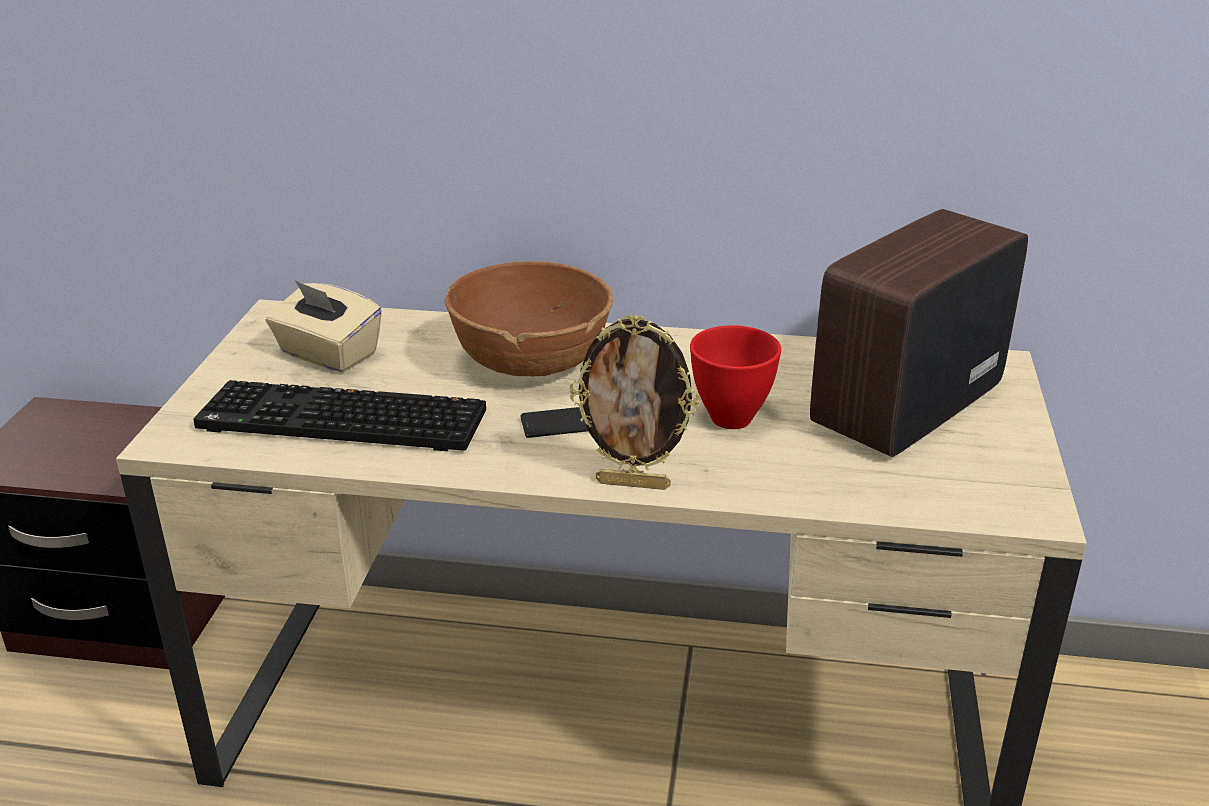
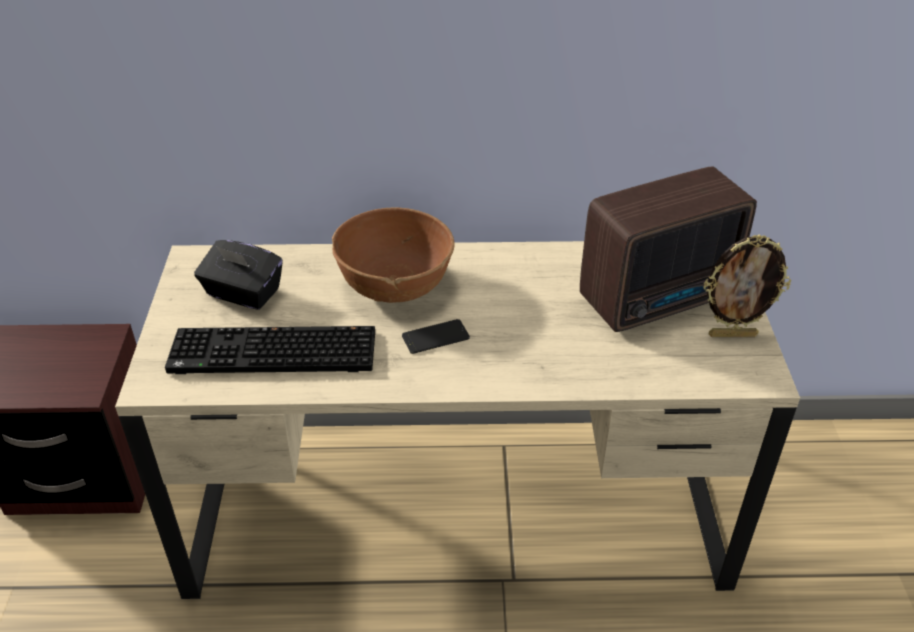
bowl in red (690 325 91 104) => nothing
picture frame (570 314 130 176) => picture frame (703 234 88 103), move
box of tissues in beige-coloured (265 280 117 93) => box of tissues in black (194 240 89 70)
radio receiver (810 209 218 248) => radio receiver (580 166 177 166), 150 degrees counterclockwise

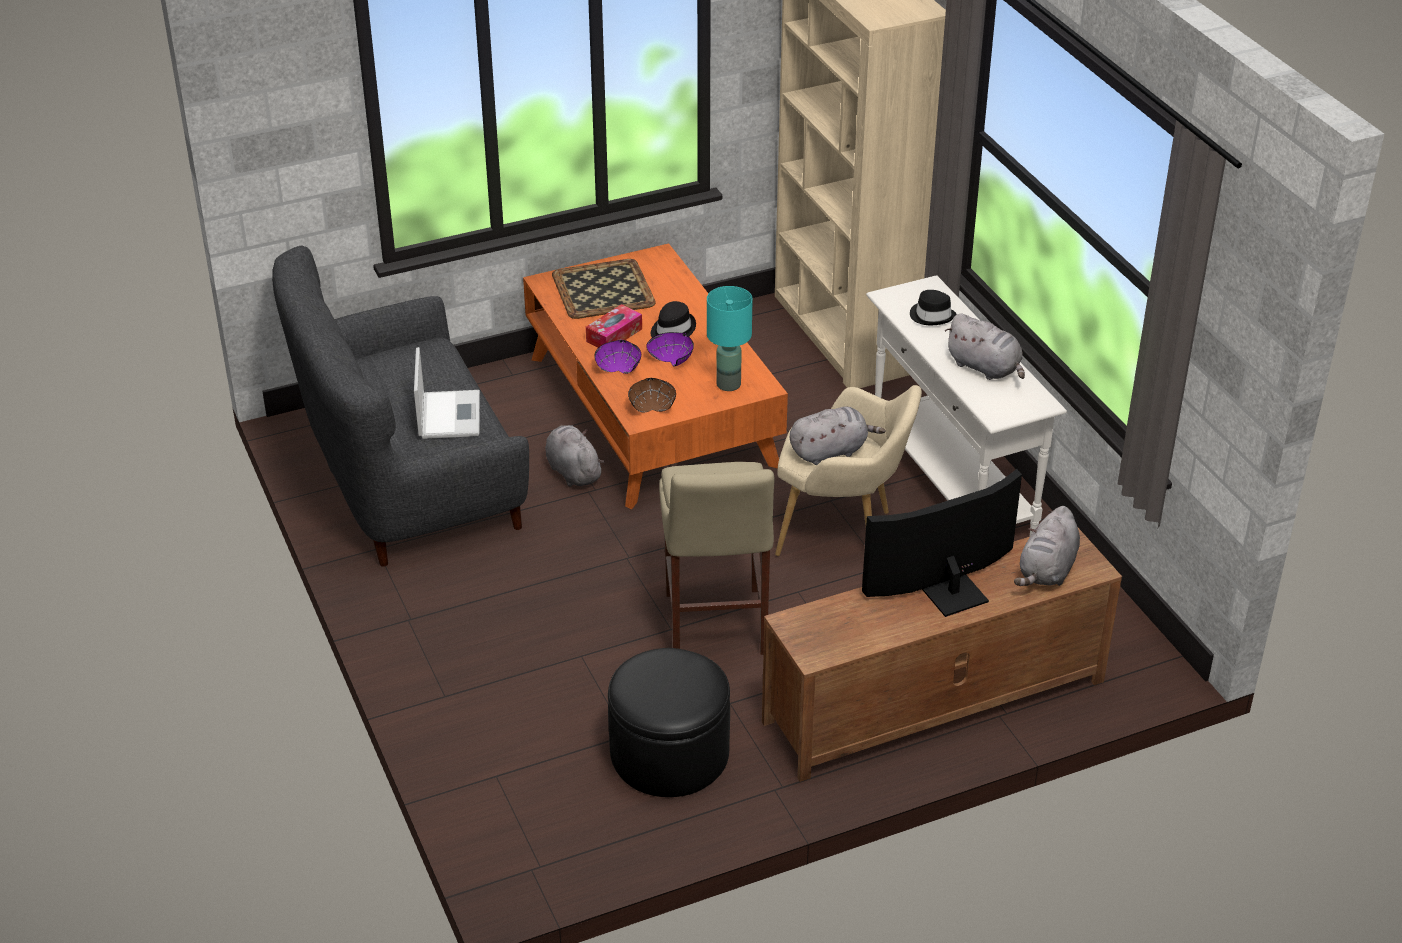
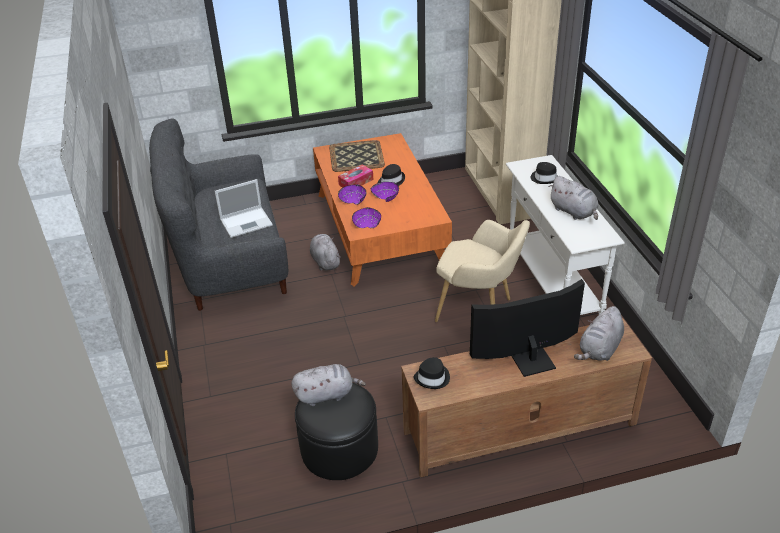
stool seat in beige-coloured (659 462 116 193) => nothing
tabletop lamp in turquoise (707 286 45 105) => nothing
nothing => clothing hat in black (414 357 36 32)
plush toy in gray (790 407 96 58) => plush toy in gray (291 364 75 42), move
bowl in brown-coloured (628 378 48 34) => bowl in purple (352 207 29 21)
portable computer (414 347 66 92) => portable computer (215 179 58 59), 60 degrees clockwise

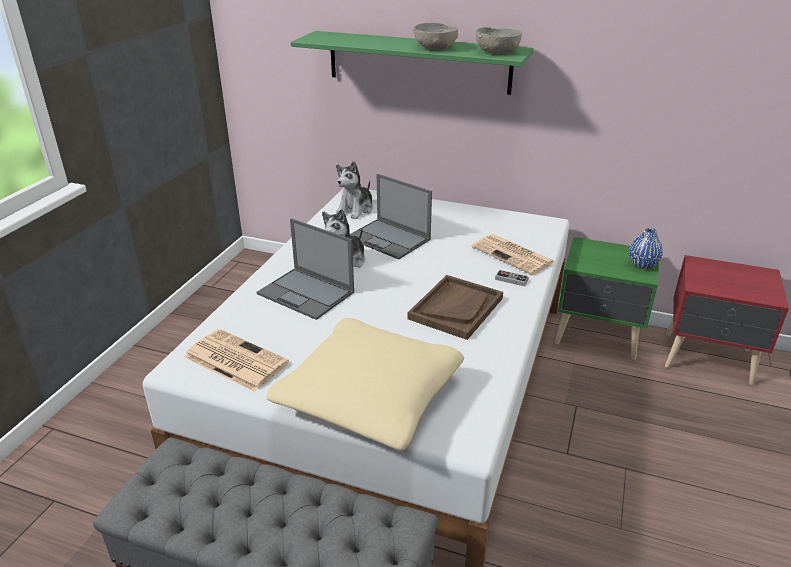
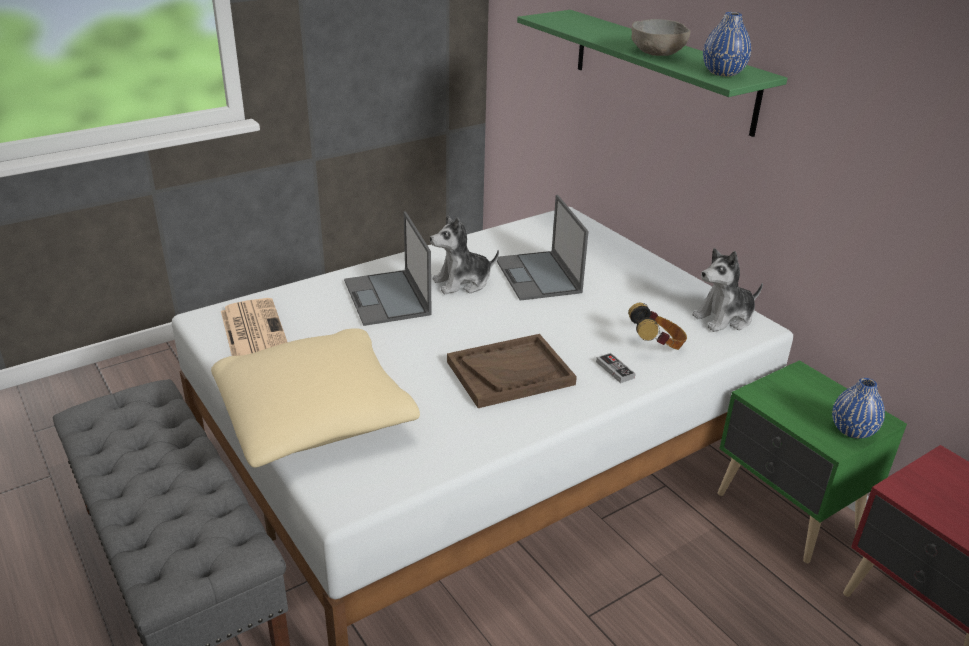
plush toy (336 161 37 58) => plush toy (692 248 71 84), move
daily paper (471 234 83 41) => headset (628 303 59 47)
bowl in gray (476 27 46 27) => flower vase in blue-coloured (703 12 48 64)

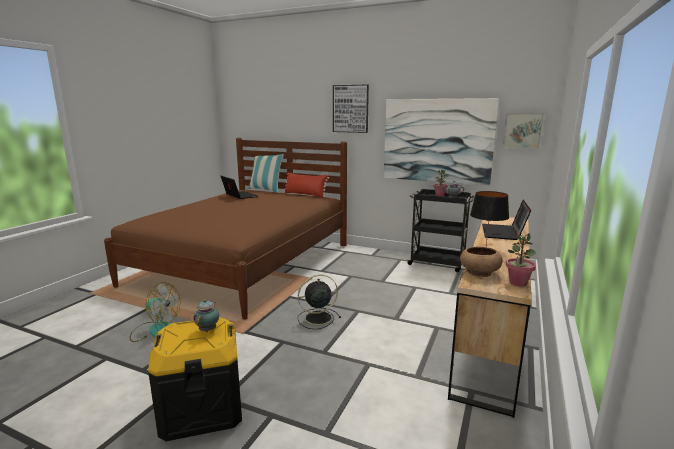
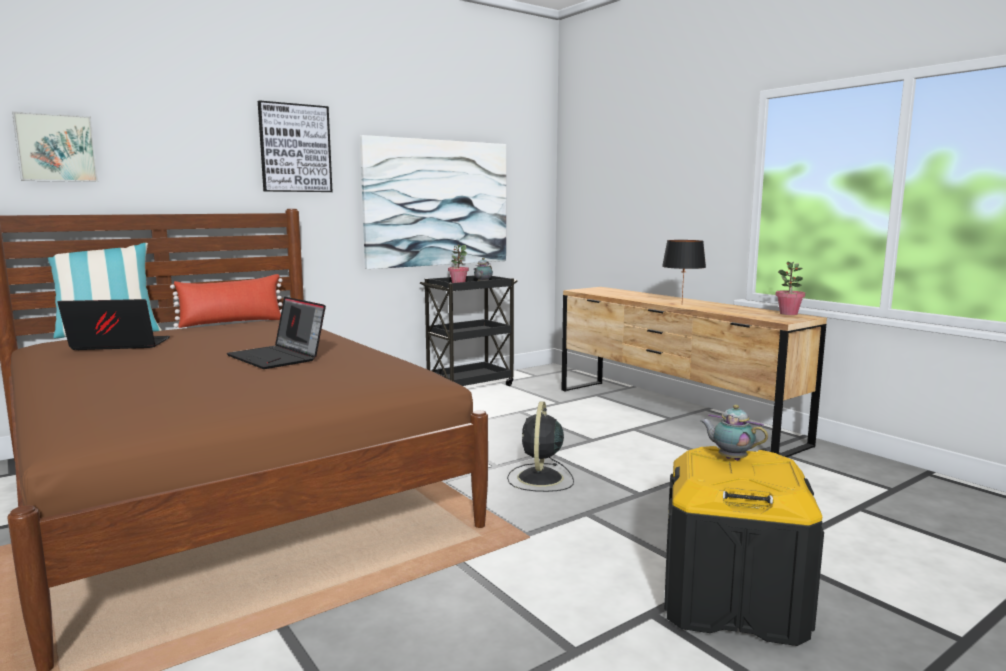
fan (130 282 50 60) => nothing
bowl in brown-coloured (460 247 43 30) => nothing
portable computer (482 200 49 40) => portable computer (227 297 99 72), move
wall art (503 113 41 36) => wall art (12 111 86 71), move

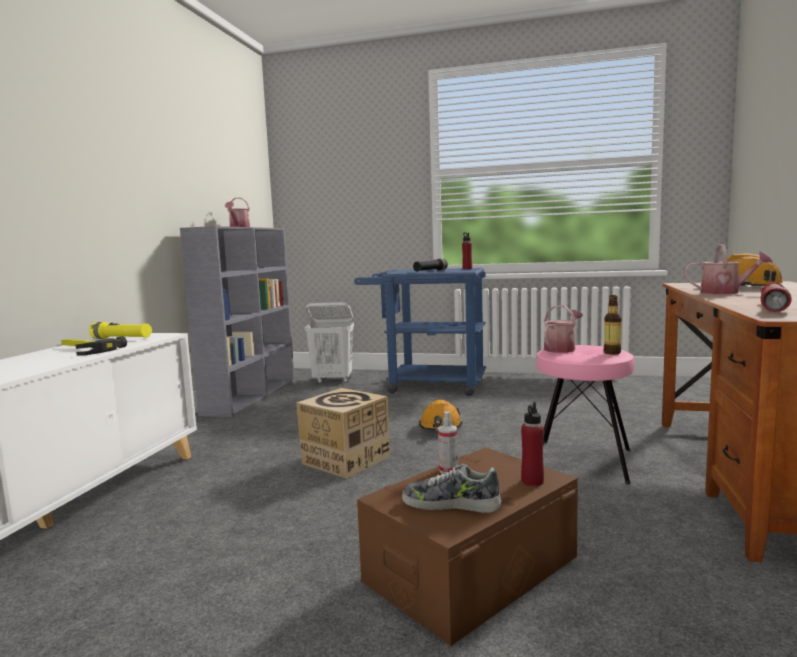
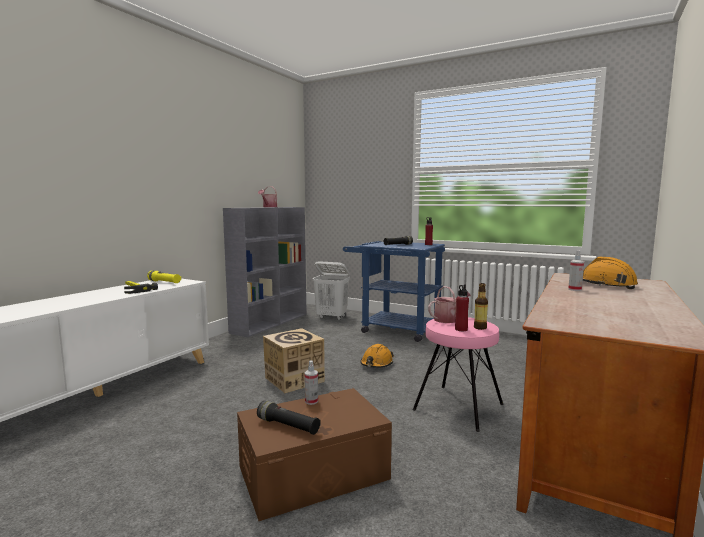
flashlight in red (761 282 31 30) => nothing
drink bottle in red (521 402 23 84) => drink bottle in red (455 284 14 47), move
shoe (402 464 99 49) => flashlight in black (257 401 64 34)
sprinkling can (684 244 89 50) => spray bottle (568 250 16 41)

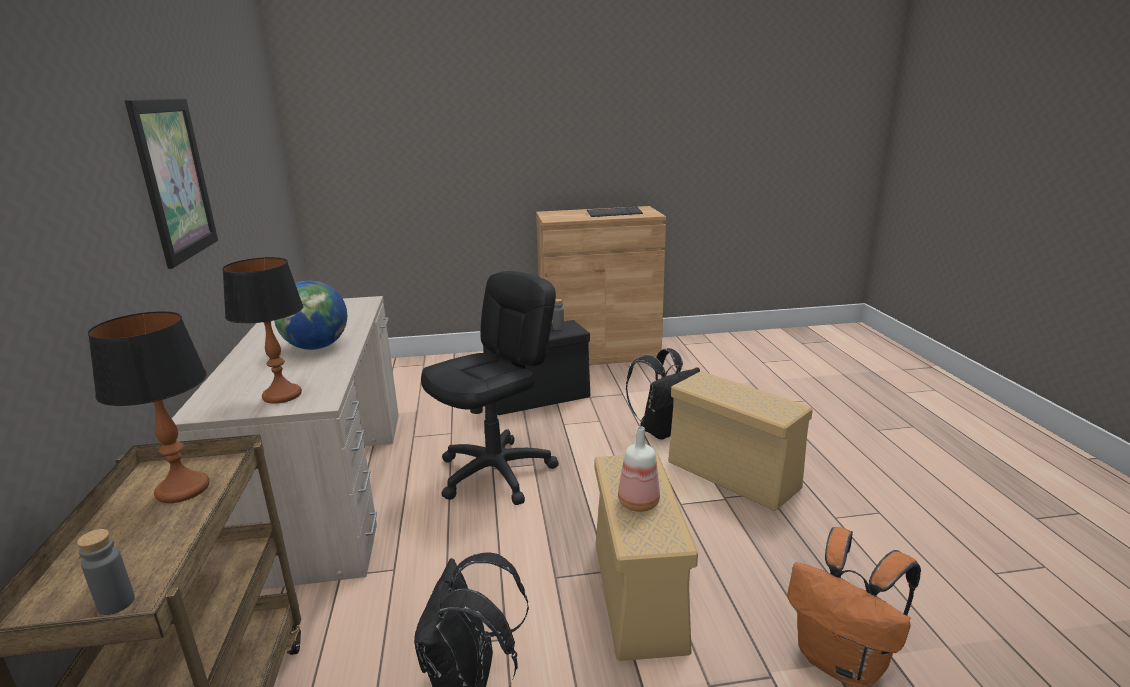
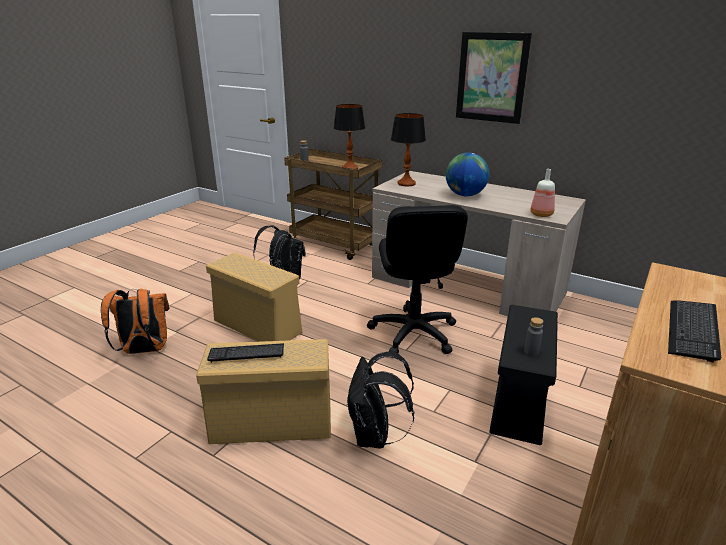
nothing => computer keyboard (207 343 77 20)
drink bottle (618 426 42 86) => drink bottle (530 169 25 48), move

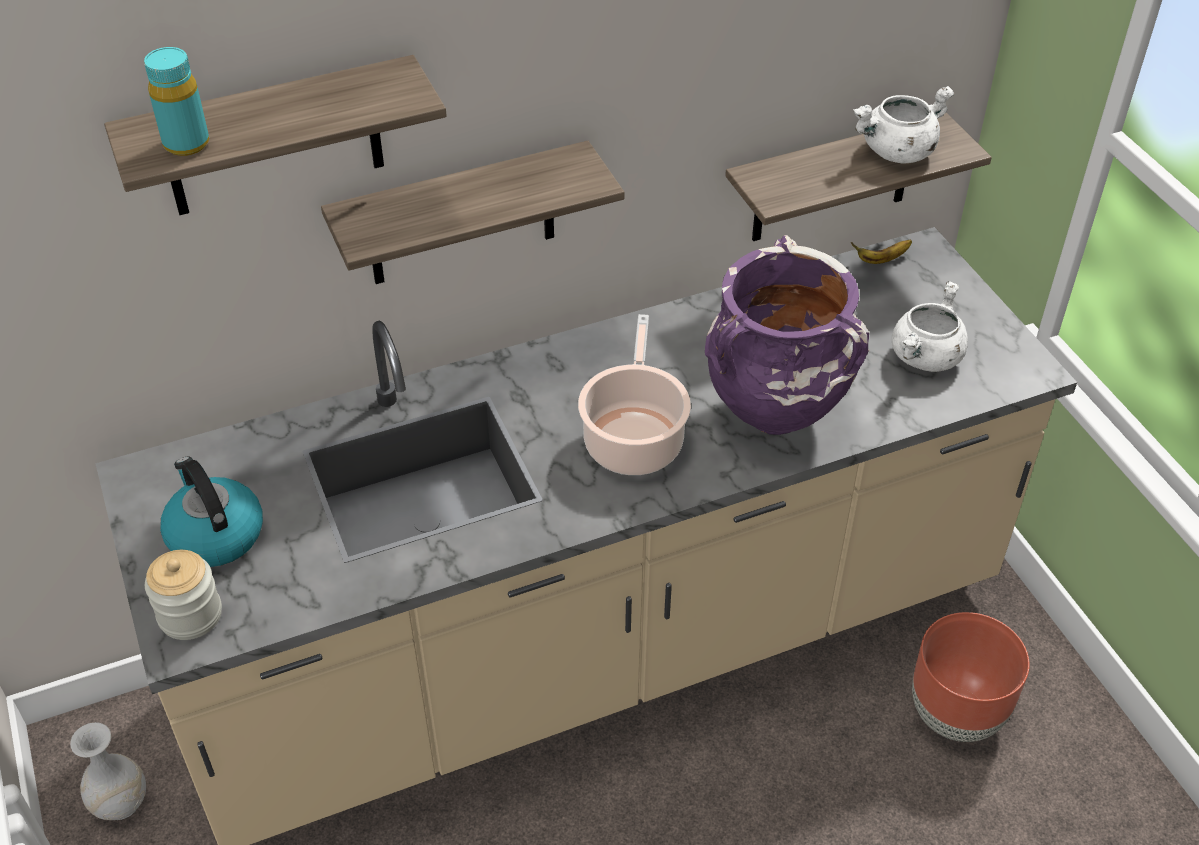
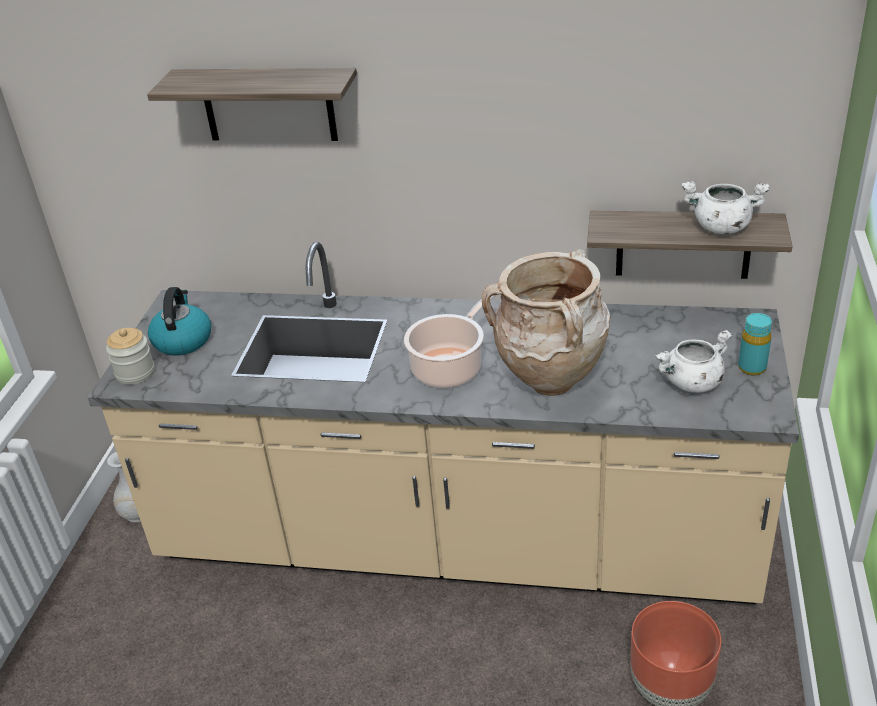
shelf (321 141 304 143) => nothing
whole banana (851 240 61 24) => nothing
drink bottle in turquoise (144 47 65 109) => drink bottle in turquoise (738 313 34 63), move
flower vase in purple (705 235 164 200) => flower vase in beige-coloured (482 249 129 147)

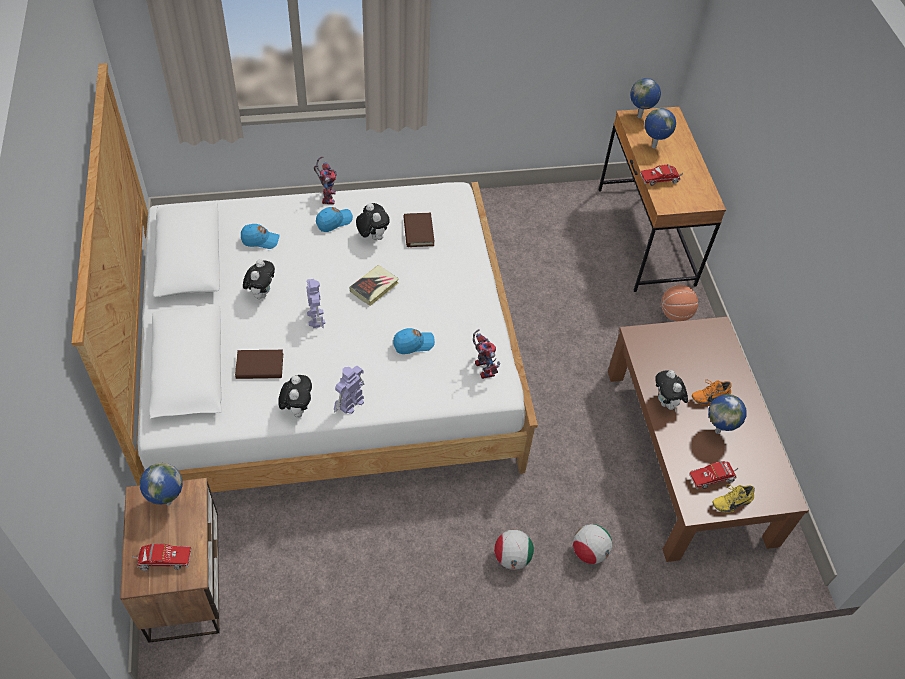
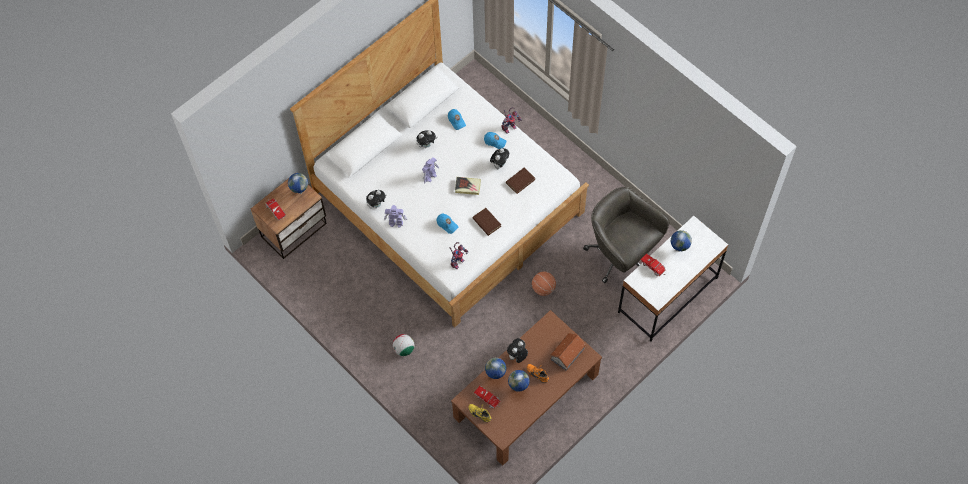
football ball (573 524 39 40) => nothing
nothing => miniature house (550 333 36 37)
nothing => office chair in gray (583 187 87 96)
book in brown-coloured (235 350 48 29) => book in brown-coloured (472 208 29 28), move
world globe (630 78 31 40) => world globe (485 358 21 21), move
basketball ball (661 285 37 36) => basketball ball (532 271 24 25), move
desk unit in brown-coloured (599 107 127 185) => desk unit in white-coloured (618 216 110 126)

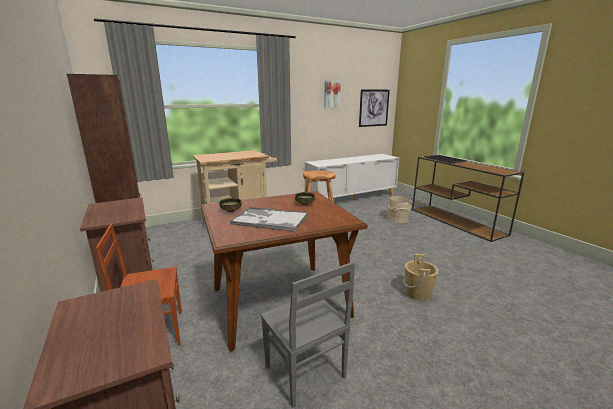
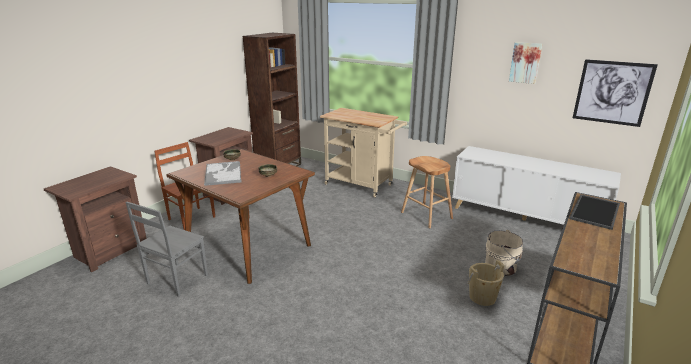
water bucket in beige-coloured (403 254 35 47) => water bucket in beige-coloured (468 260 37 46), move

